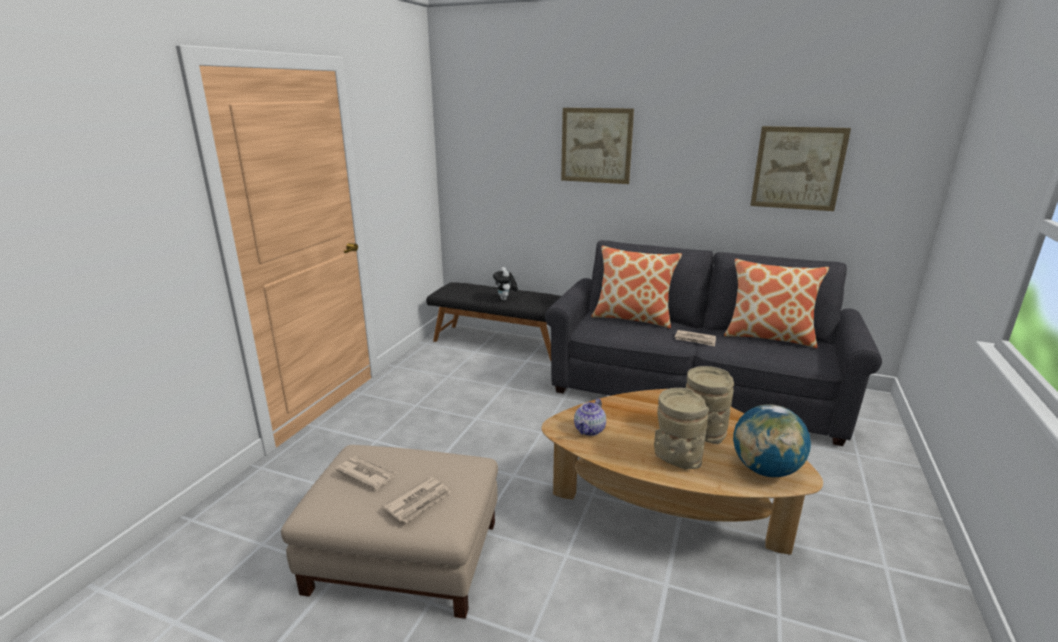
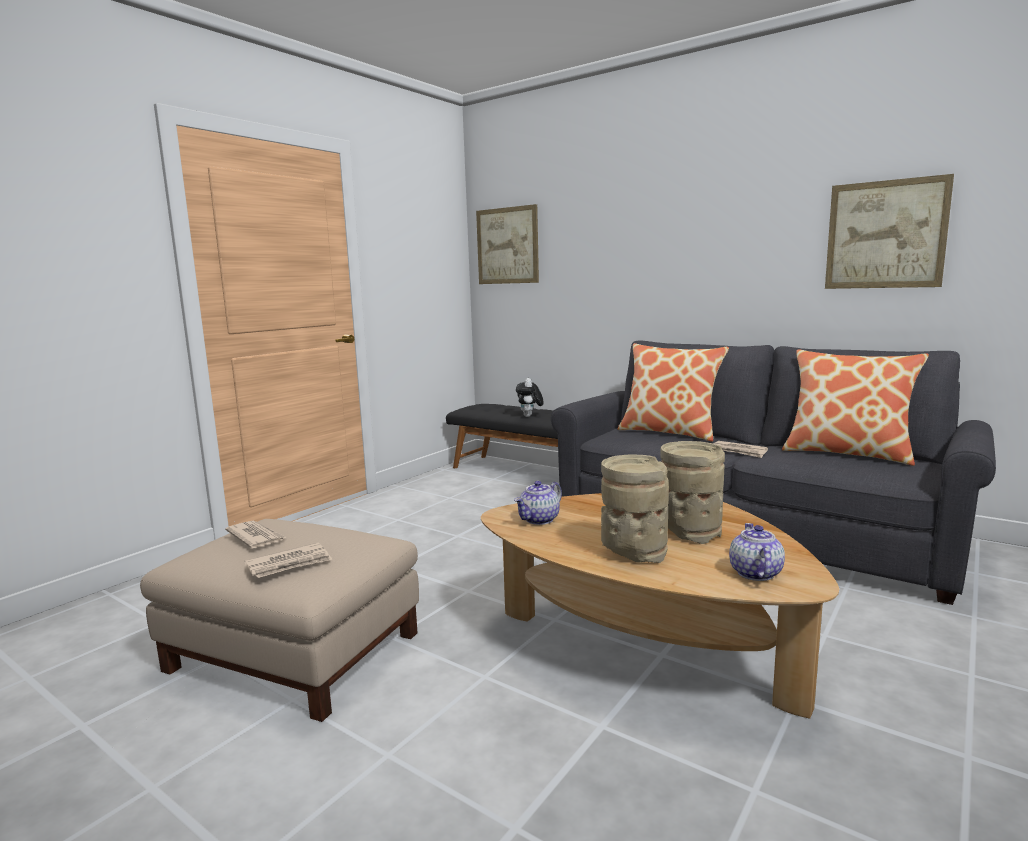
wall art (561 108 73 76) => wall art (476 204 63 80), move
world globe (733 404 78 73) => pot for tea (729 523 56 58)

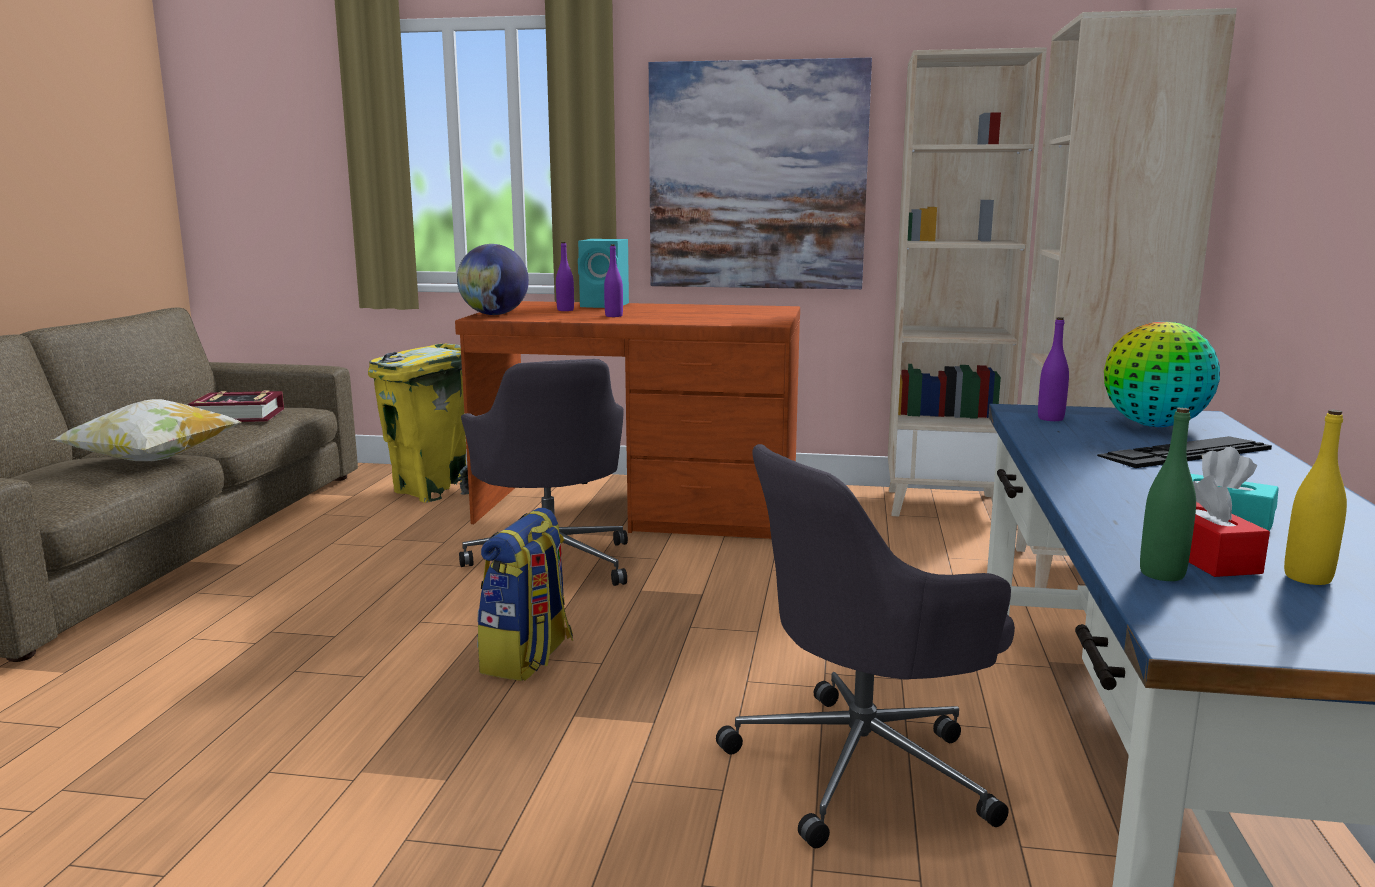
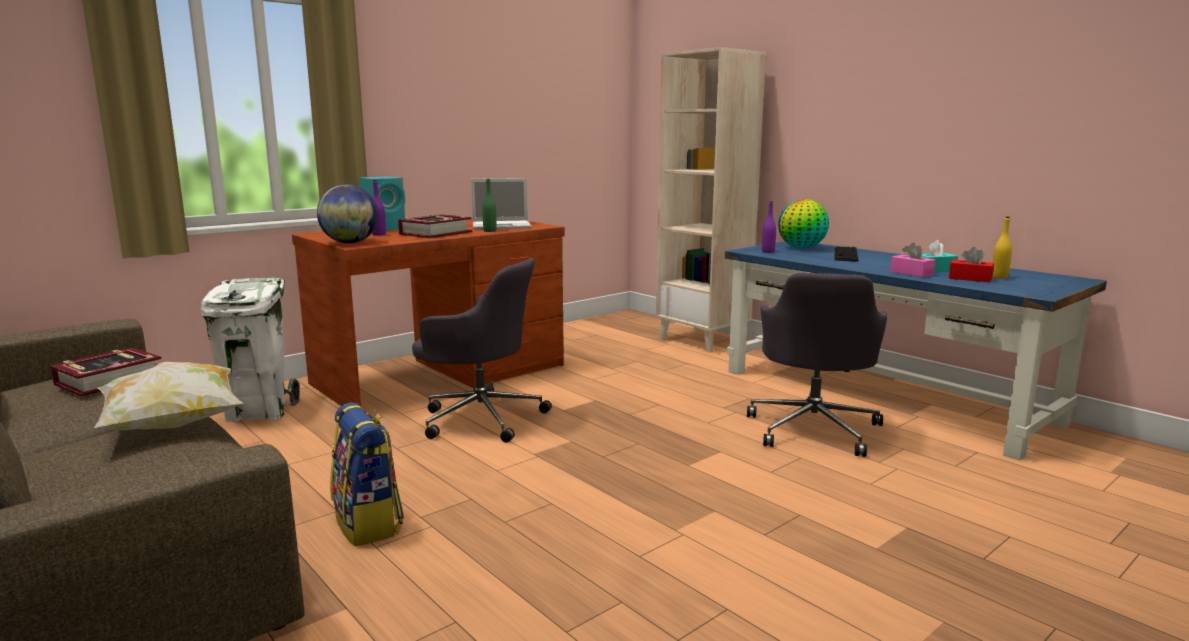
wall art (649 58 223 231) => nothing
shelving unit in beige-coloured (888 47 159 469) => nothing
nothing => portable computer (471 178 60 52)
nothing => box of tissues in pinkish (890 243 45 34)
knapsack (477 508 96 173) => knapsack (330 403 74 144), move
drink bottle in green (1140 407 56 174) => drink bottle in green (482 179 15 53), move
drink bottle in purple (604 244 19 73) => book (398 214 74 24)
rubbish bin in yellowish (368 344 101 159) => rubbish bin in white-coloured (201 278 99 144)

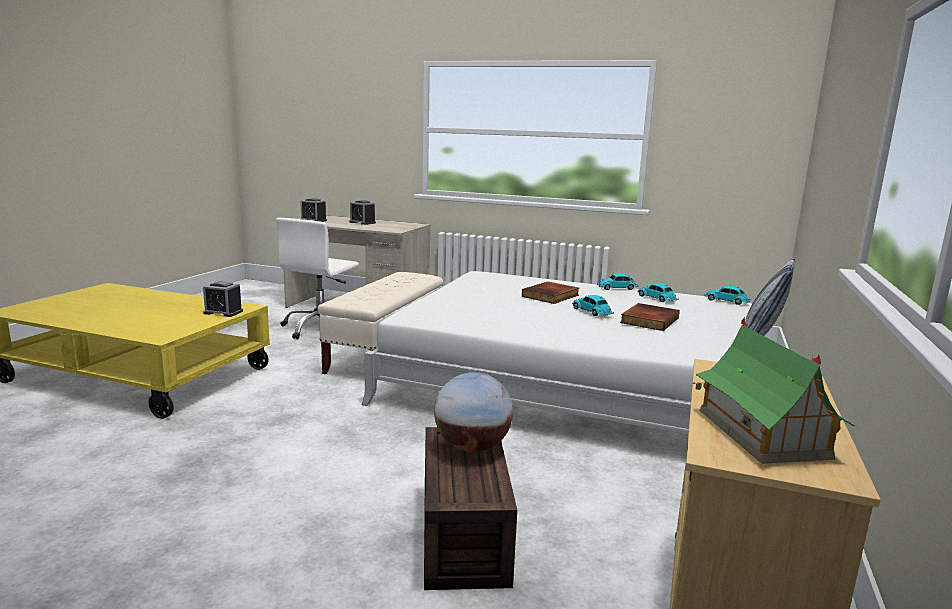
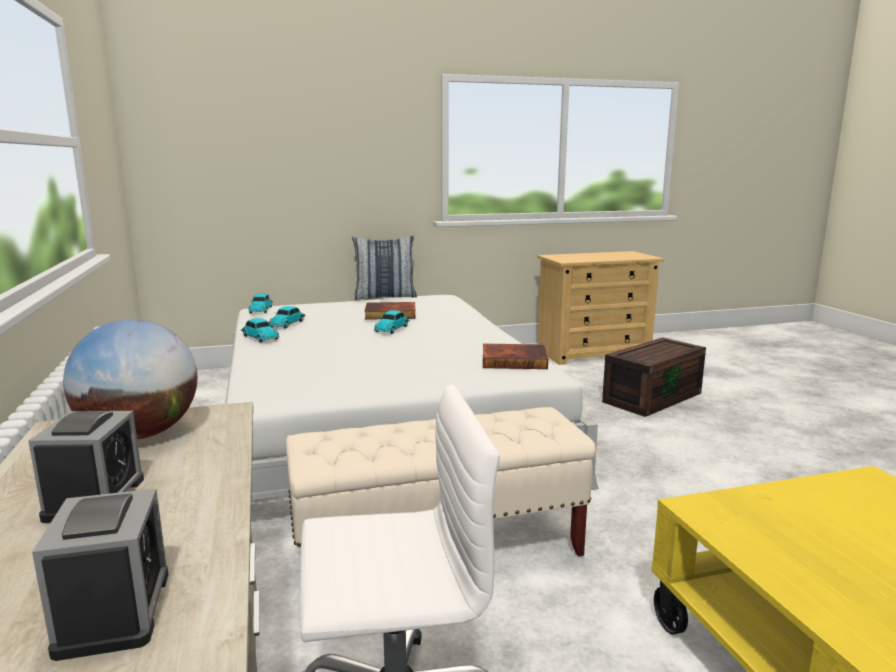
table clock (203 281 40 36) => nothing
miniature house (692 317 163 147) => nothing
world globe (434 372 79 80) => world globe (63 319 134 121), move
book (522 282 57 22) => book (483 344 65 25), move

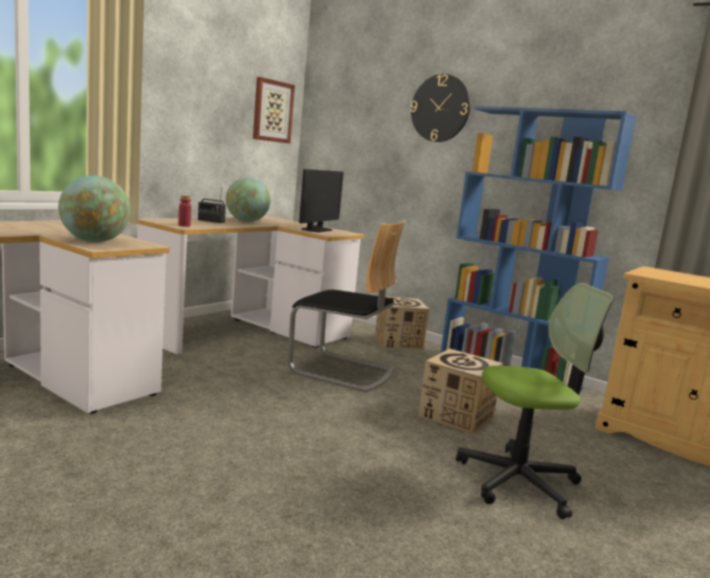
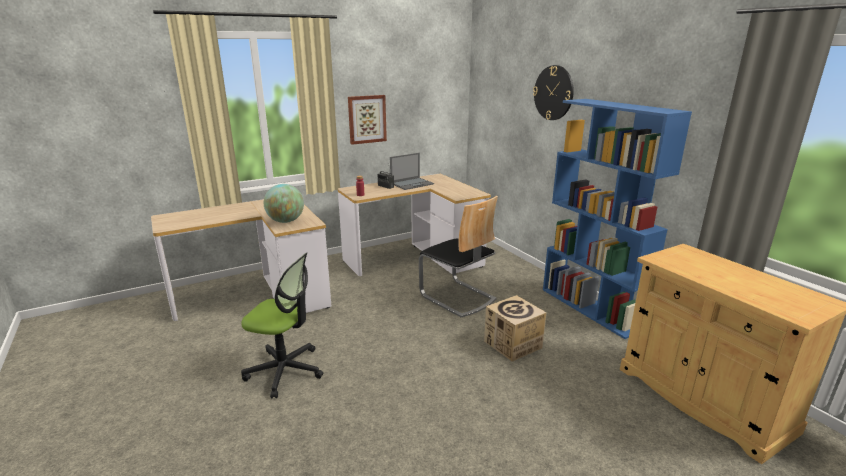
monitor (299 169 45 63) => nothing
carton (375 296 54 54) => nothing
wall art (253 77 42 66) => wall art (348 95 39 50), move
office chair (456 283 158 236) => office chair (241 252 82 146), move
world globe (226 177 44 45) => portable computer (390 153 44 37)

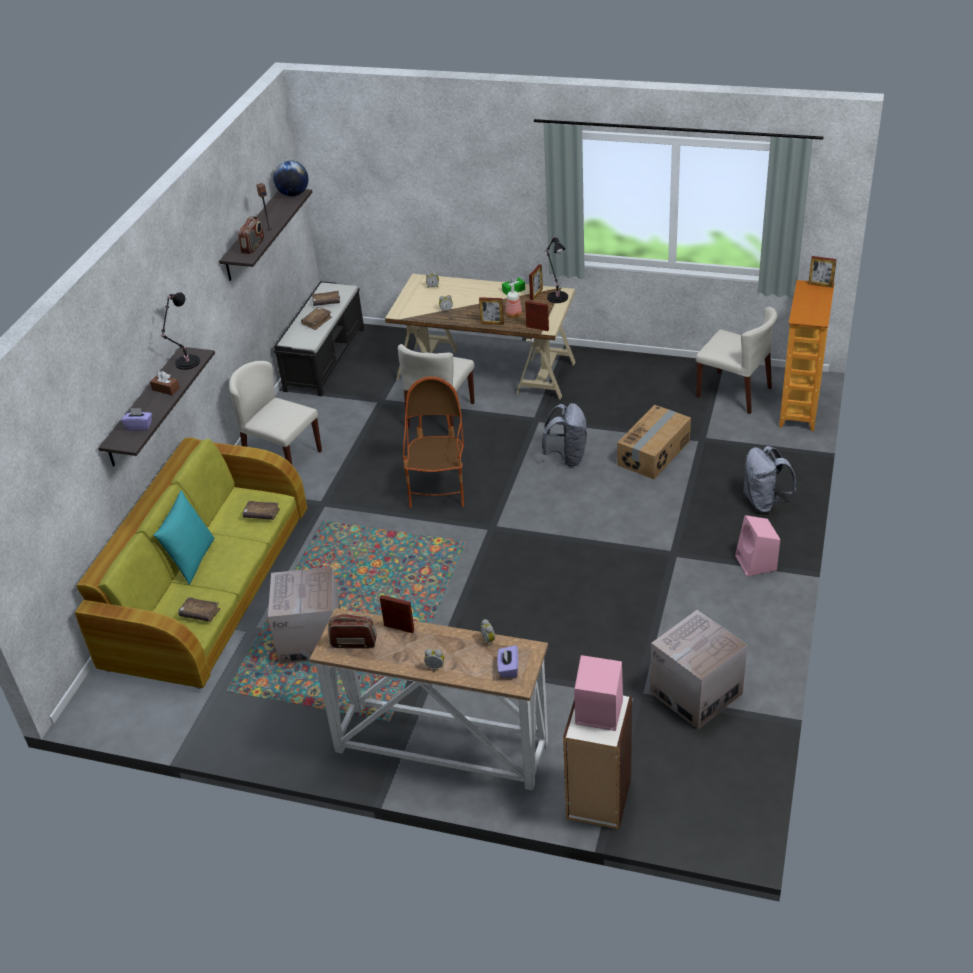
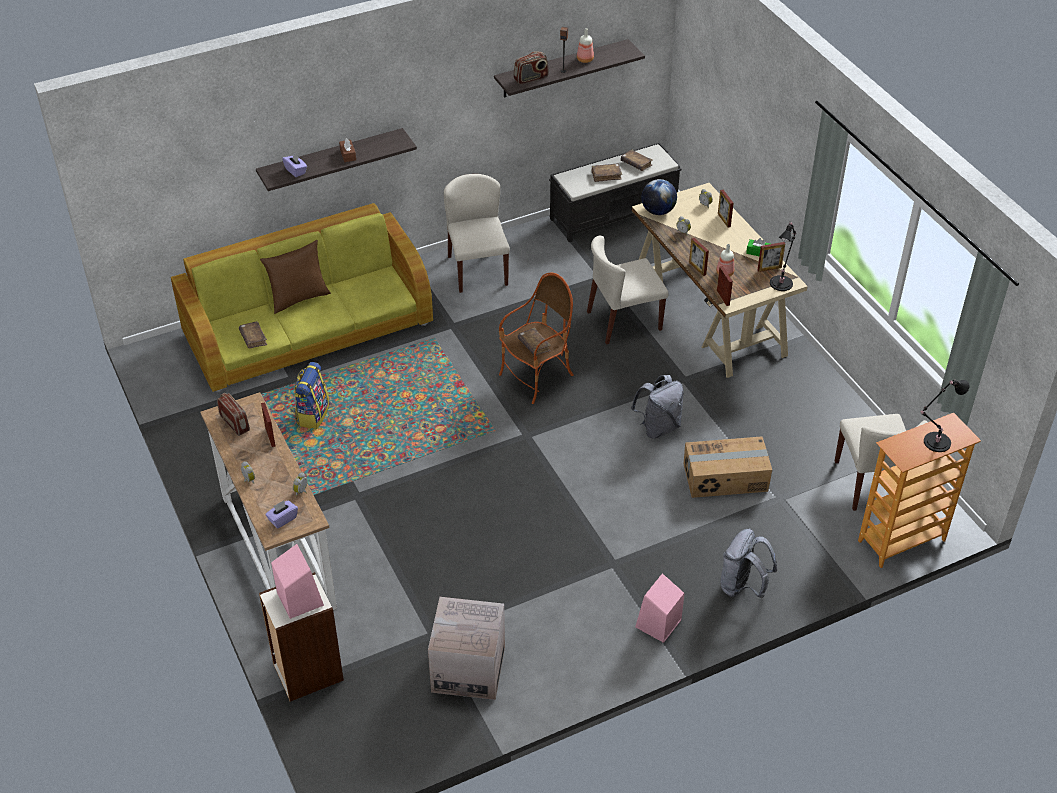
nothing => drink bottle (577 28 17 35)
tabletop lamp in black (161 292 39 78) => tabletop lamp in black (921 380 49 72), move
book in brown-coloured (243 501 37 19) => book in brown-coloured (518 328 33 27), move
world globe (273 161 35 35) => world globe (641 179 36 36), move
picture frame (808 256 29 32) => picture frame (718 190 16 38), move
carton (268 567 73 97) => knapsack (294 362 35 67)
cushion in turquoise (153 490 62 95) => cushion in brown-coloured (260 240 71 74)

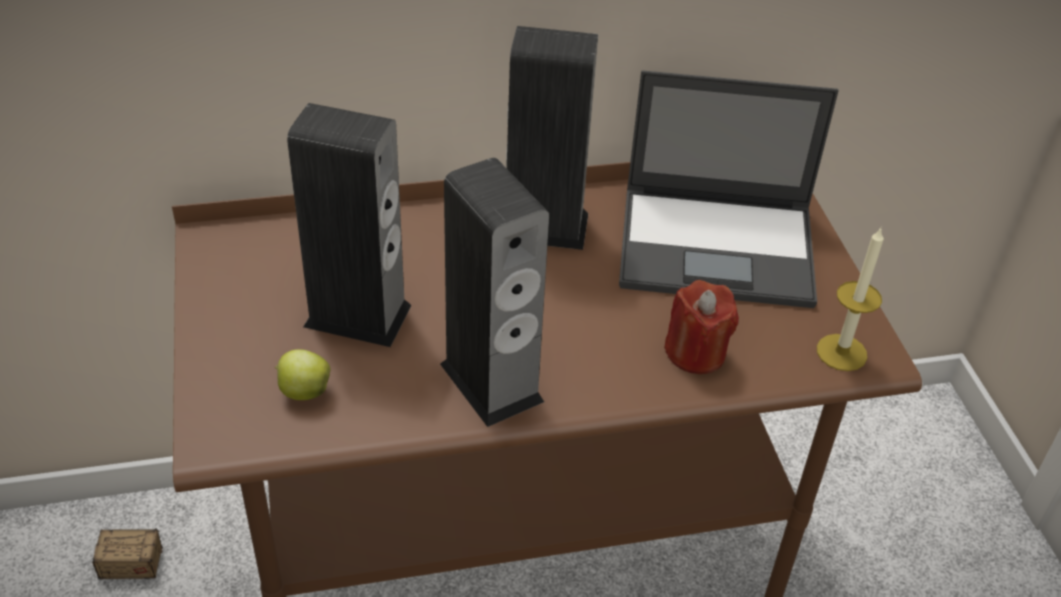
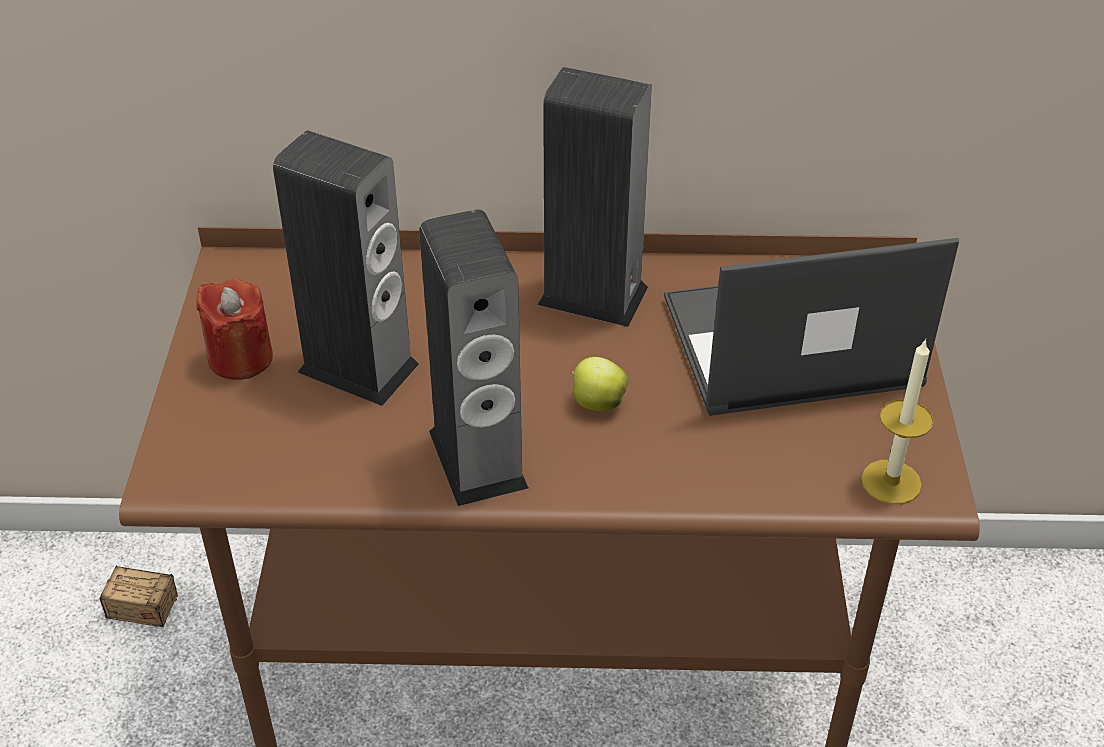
whole apple (274 349 56 51) => whole apple (571 357 58 54), move
candle in red (664 280 75 94) => candle in red (196 278 77 102), move
portable computer (619 70 220 238) => portable computer (664 238 295 178), 150 degrees clockwise

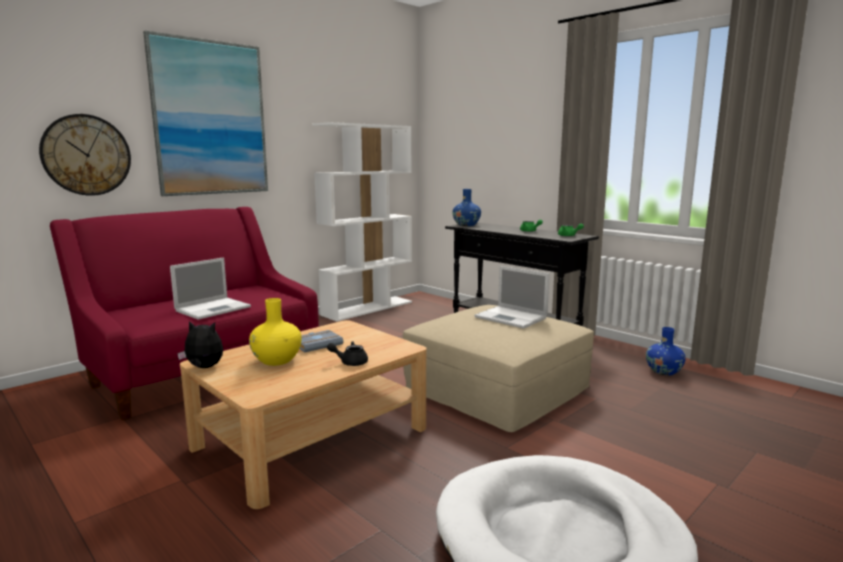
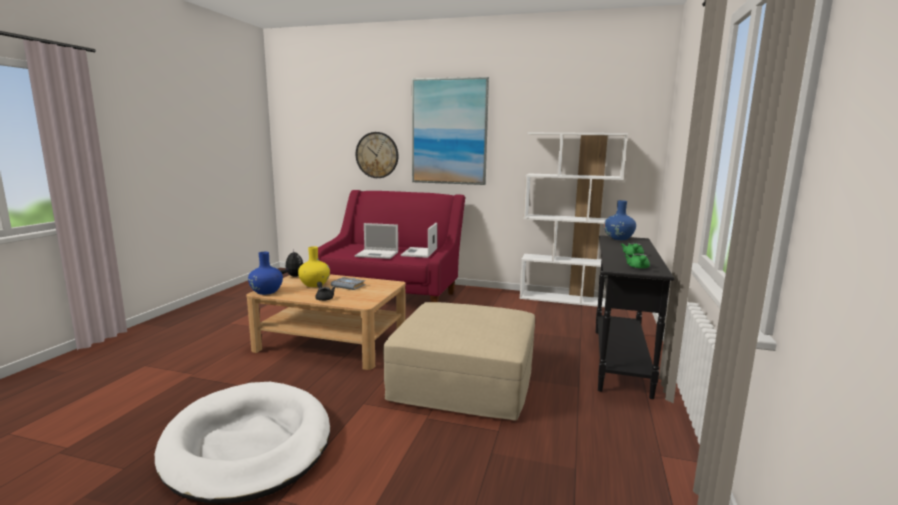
portable computer (474 266 76 63) => portable computer (401 223 36 35), move
flower vase in blue-coloured (646 327 40 49) => flower vase in blue-coloured (248 252 35 43), move

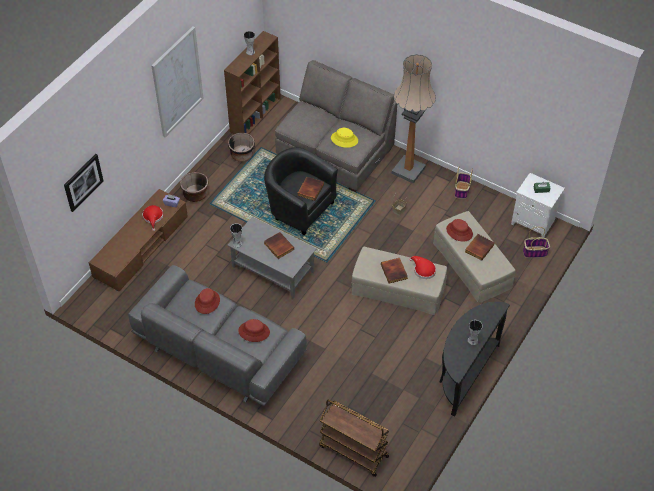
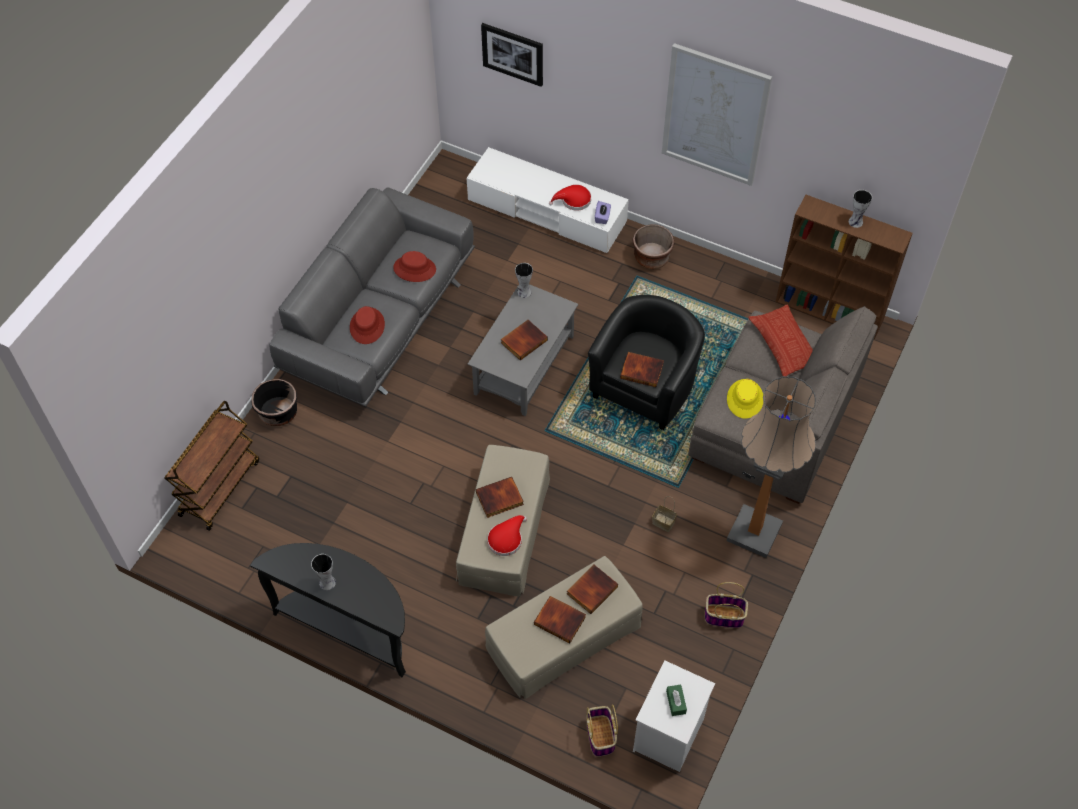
nothing => cushion (748 305 65 71)
flower pot in black (228 133 27 29) => flower pot in black (251 379 46 47), move
clothing hat in red (446 219 27 23) => book (567 565 51 49)
tv unit in brown-coloured (89 189 99 102) => tv unit in white-coloured (467 147 162 106)

